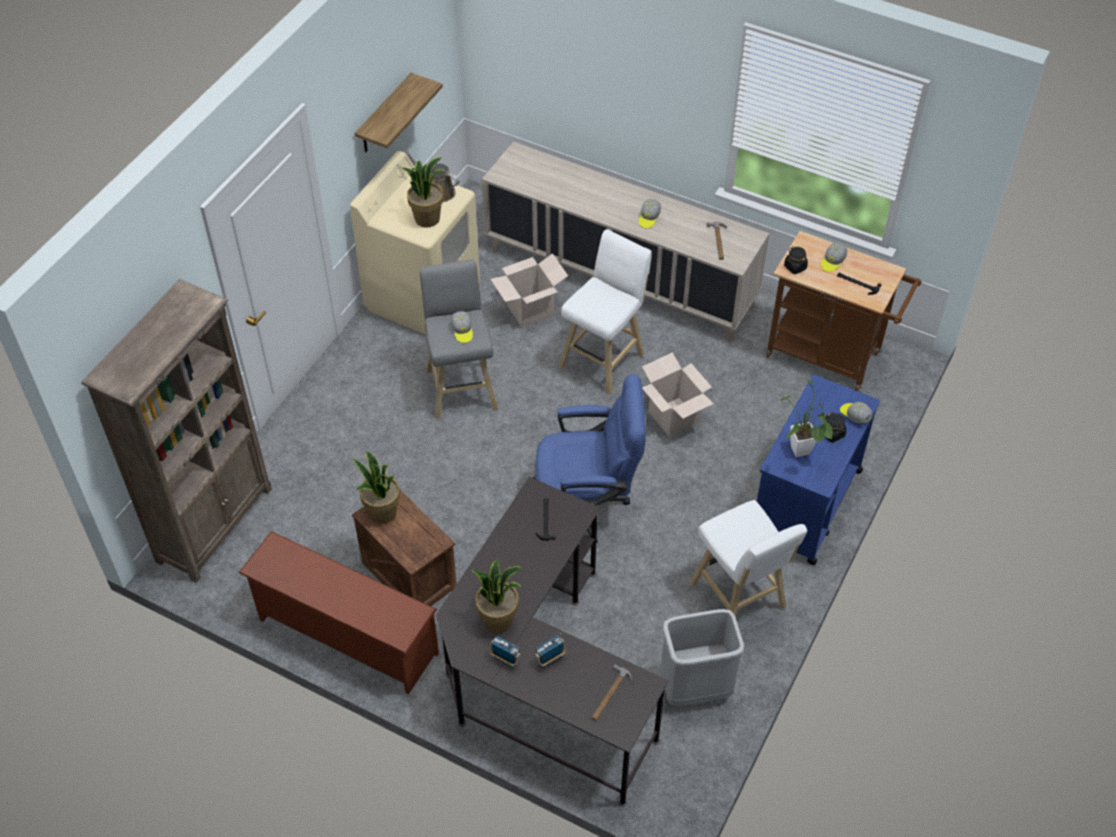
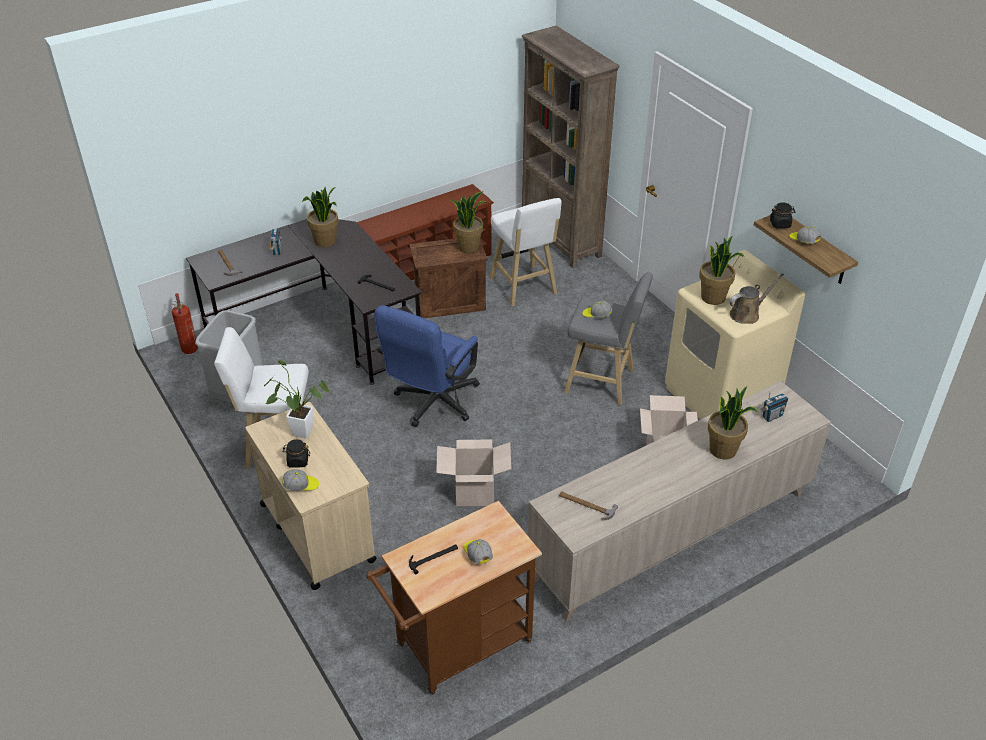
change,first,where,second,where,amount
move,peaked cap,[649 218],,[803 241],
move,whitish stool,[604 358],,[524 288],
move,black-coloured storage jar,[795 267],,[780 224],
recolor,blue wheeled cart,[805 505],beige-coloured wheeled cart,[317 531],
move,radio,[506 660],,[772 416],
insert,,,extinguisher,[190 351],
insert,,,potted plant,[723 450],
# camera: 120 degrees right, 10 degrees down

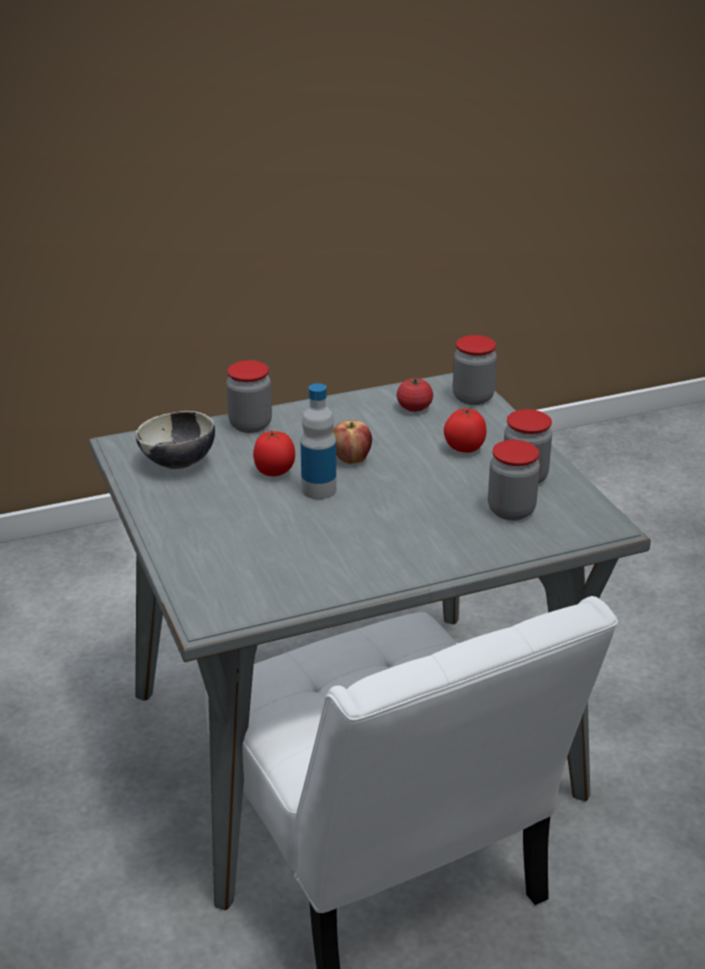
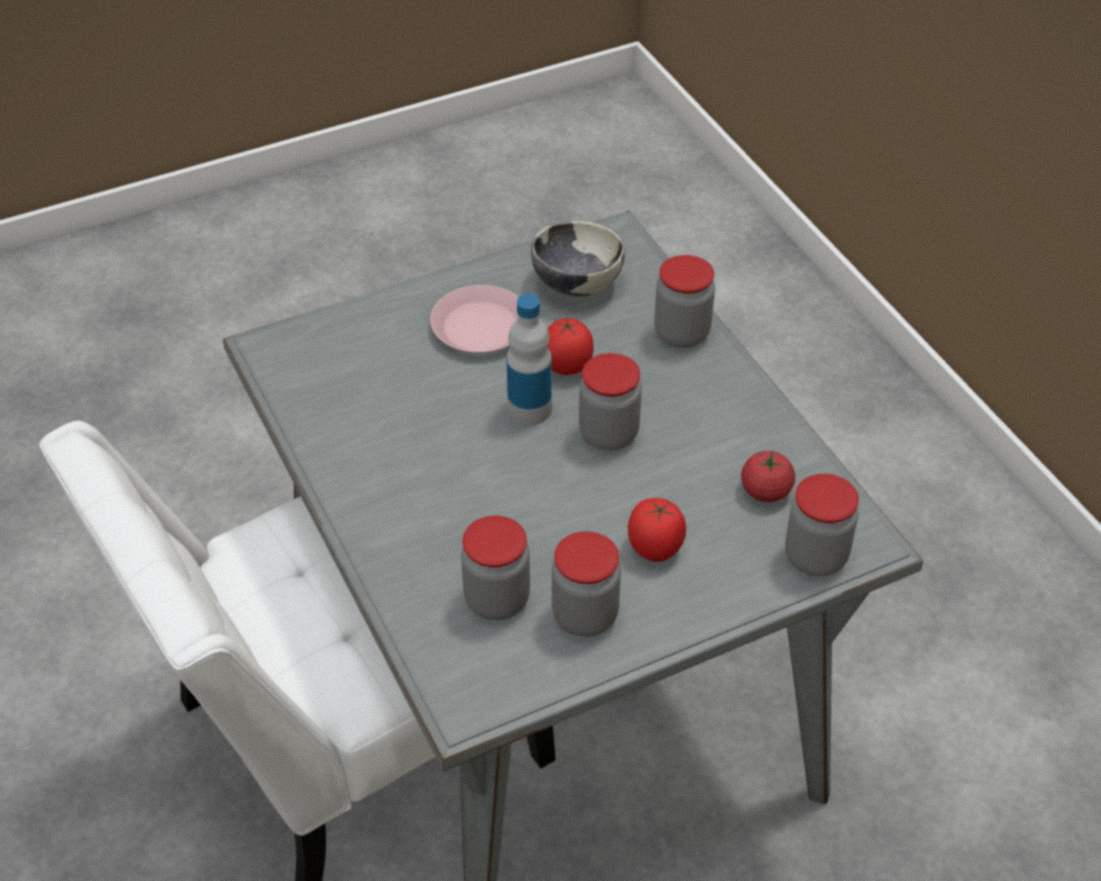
change,first,where,second,where,amount
replace,apple,[351 459],storage jar,[608 434],
insert,,,pink flat dish,[480 327],
# camera: 85 degrees right, 15 degrees up

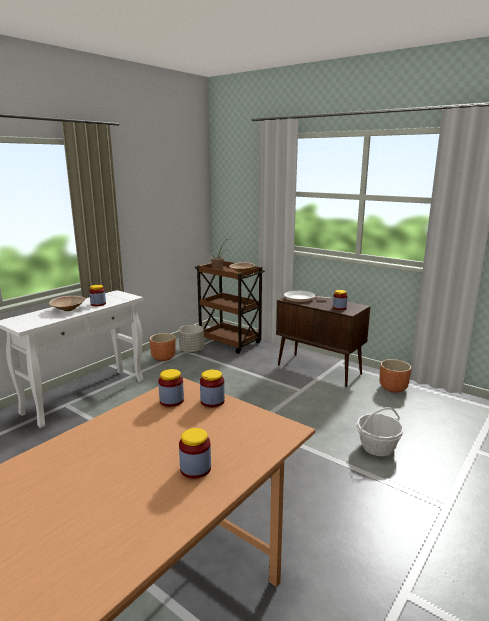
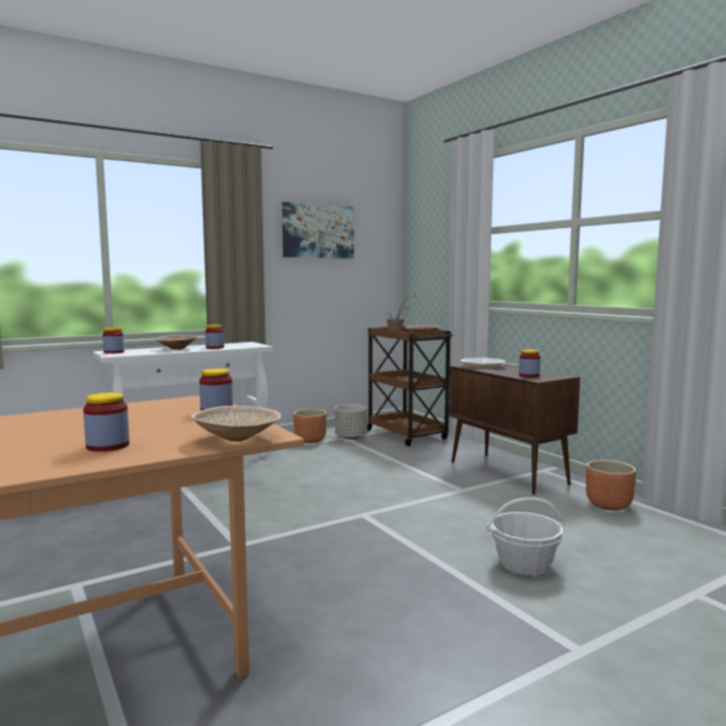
change,first,where,second,where,amount
move,storage jar,[171 401],,[114 352],
insert,,,wall picture,[318 231],
insert,,,beige-coloured serving bowl,[238 439],
# camera: 20 degrees right, 10 degrees down

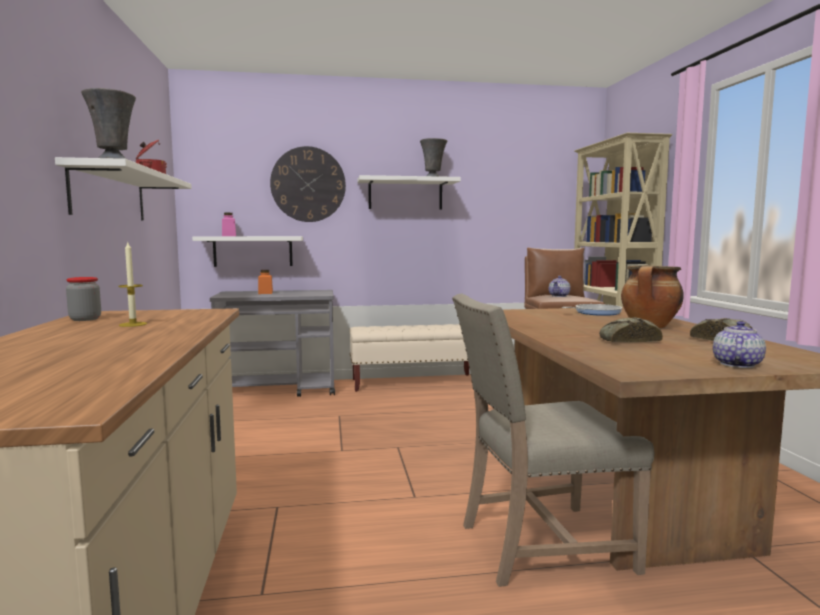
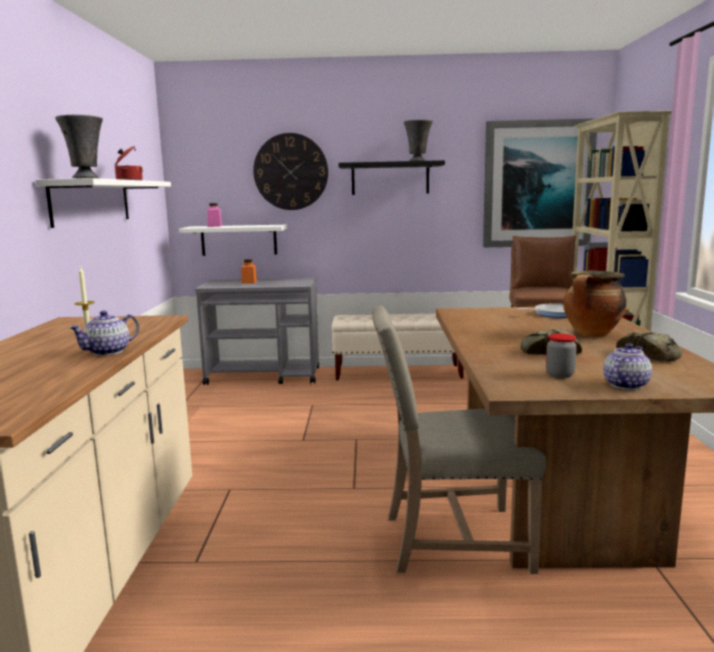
change,first,where,second,where,amount
recolor,whitish shelf,[405 194],black-coloured shelf,[390 178],
move,teapot,[559 296],,[108 351],
move,storage jar,[85 319],,[560 375],
insert,,,wall picture,[537 184],
# camera: 10 degrees right, 5 degrees up

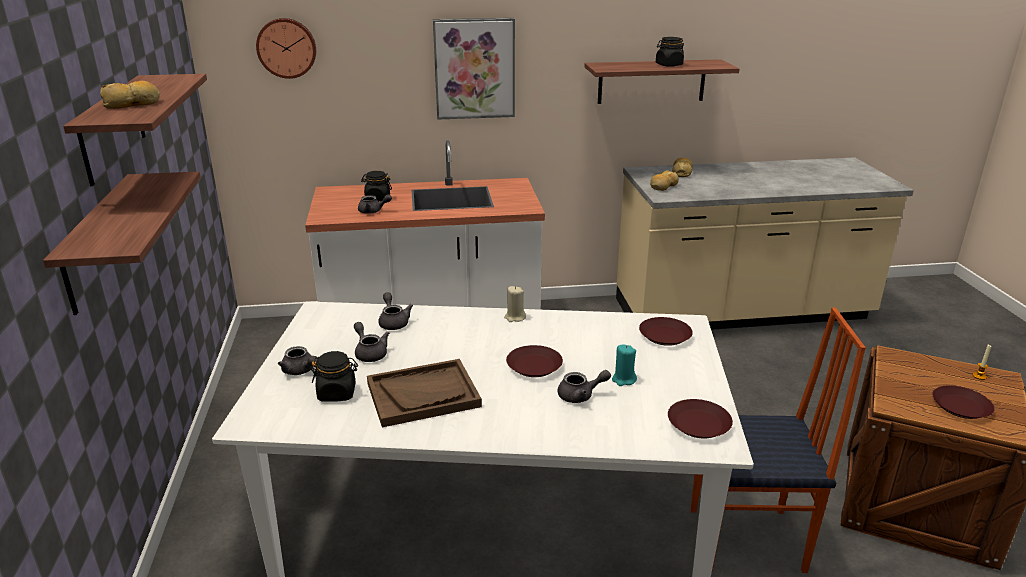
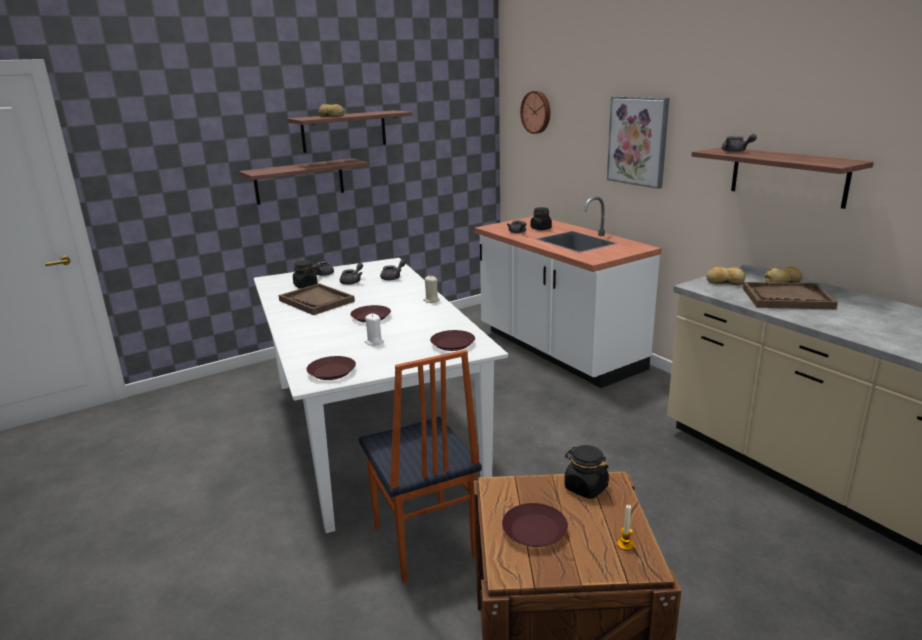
change,first,where,second,where,amount
move,black-coloured storage jar,[668 65],,[585 487],
recolor,turquoise wax candle,[623 380],whitish wax candle,[374 342],
move,greyish teapot,[580 396],,[736 151],
insert,,,brown-coloured carrying tray,[786 298],
# camera: 65 degrees right, 5 degrees down

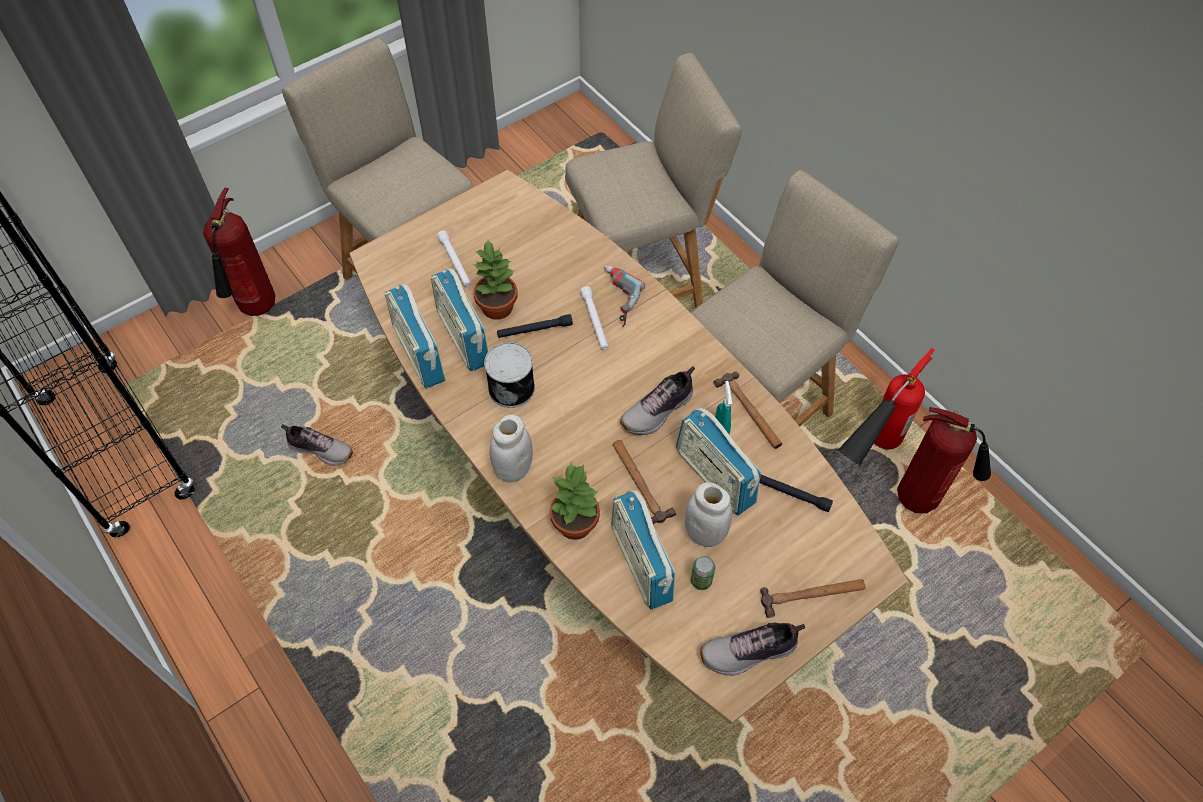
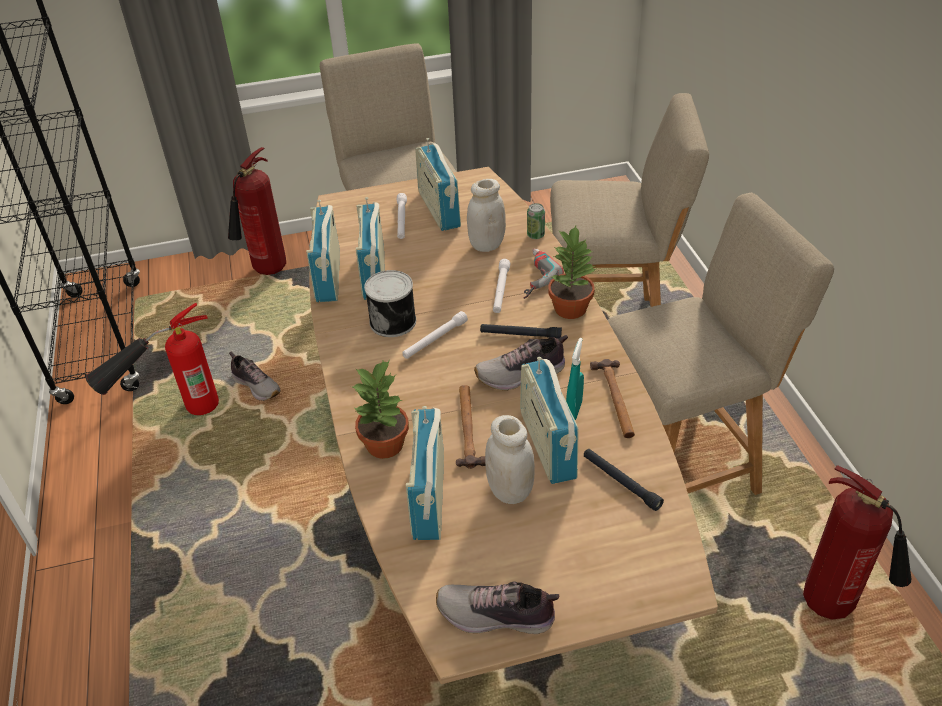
change,first,where,second,where,amount
move,potted plant,[496 307],,[570 308],
move,black-coloured torch,[534 330],,[520 335],
move,extinguisher,[867 456],,[171 415],
move,whitish storage jar,[513 469],,[486 245],
move,metal can,[701 581],,[535 235],
delete,hand hammer,[812 595],,,
insert,,,radio,[439 210],
insert,,,whitish torch,[435 340],
# camera: 25 degrees right, 15 degrees down

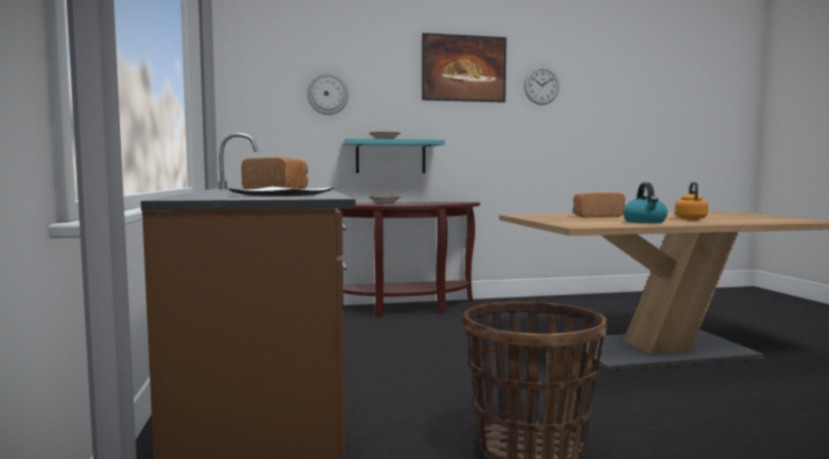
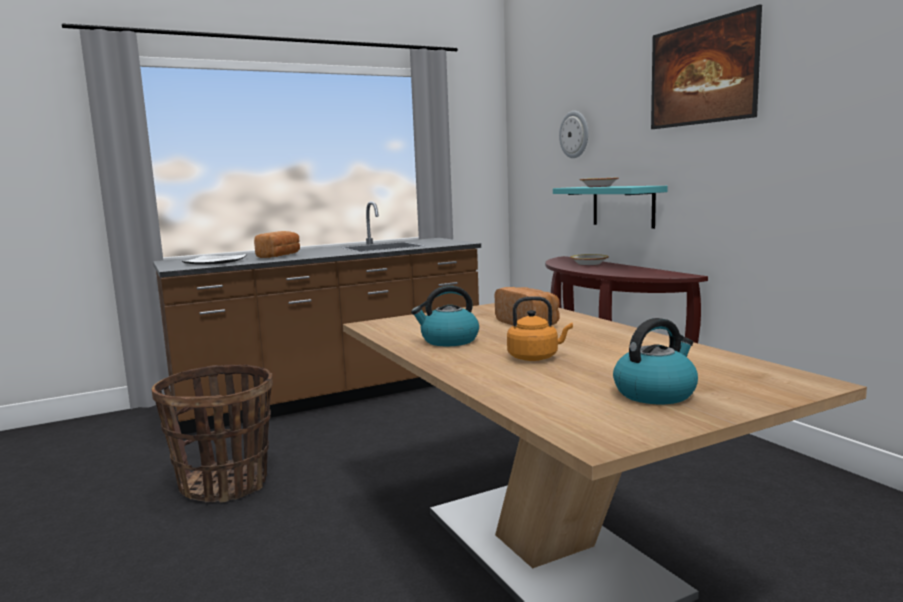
change,first,where,second,where,amount
delete,clock on the wall,[541 85],,,
insert,,,kettle,[655 393],
# camera: 75 degrees right, 5 degrees up

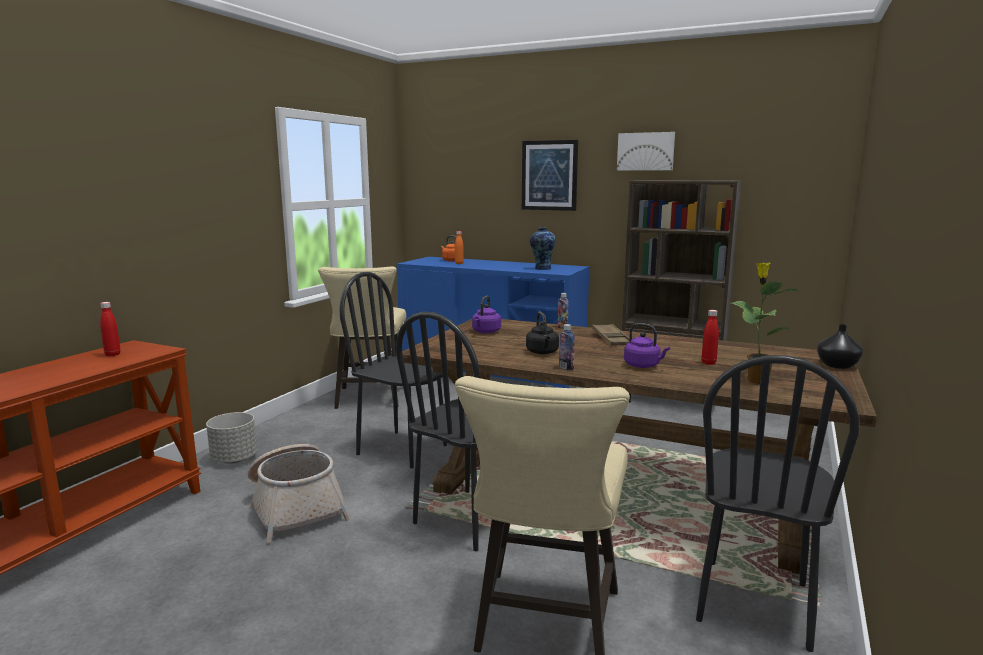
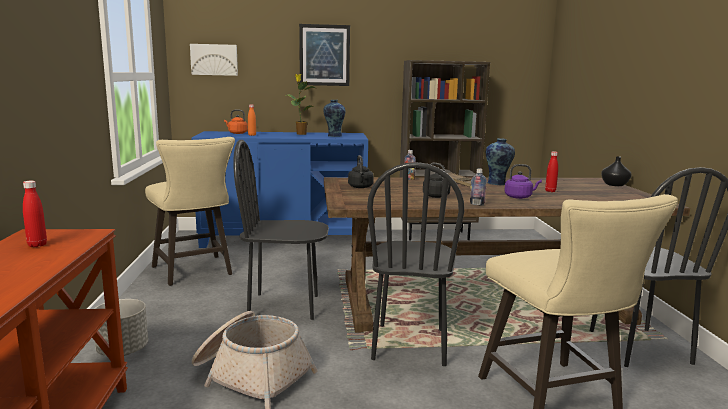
change,first,where,second,where,amount
move,wall picture,[645 151],,[214 59],
move,potted plant,[756 380],,[300 134],
recolor,purple-coloured kettle,[485 332],black-coloured kettle,[360 187],
insert,,,flower vase,[497 183],
# camera: 30 degrees left, 0 degrees up

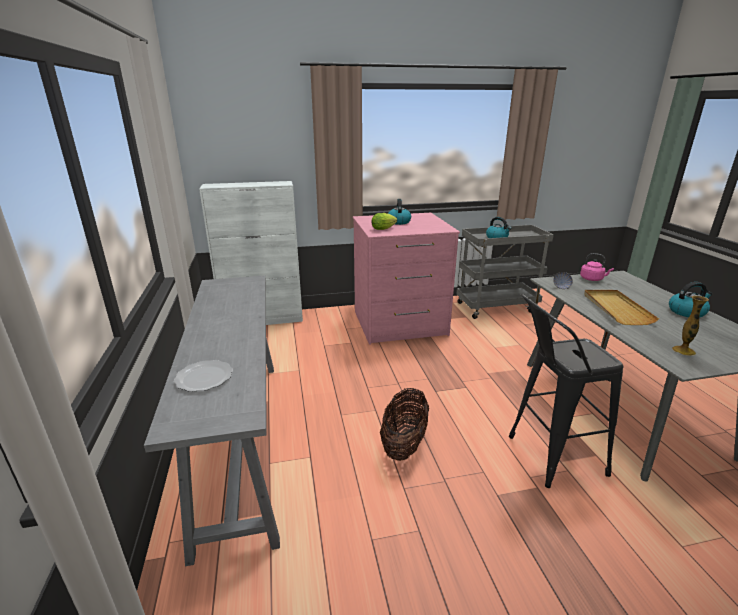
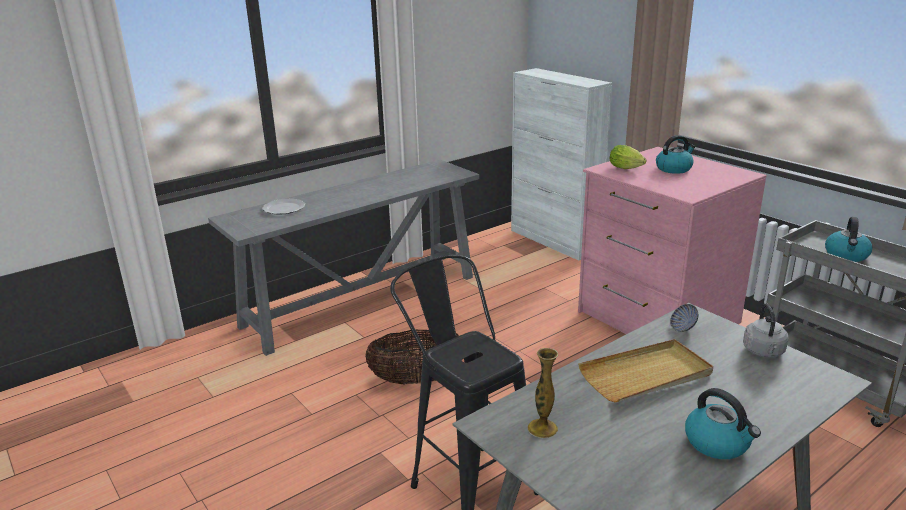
change,first,where,second,where,amount
recolor,pink kettle,[592 279],greyish kettle,[764 352],
# camera: 65 degrees right, 0 degrees up

